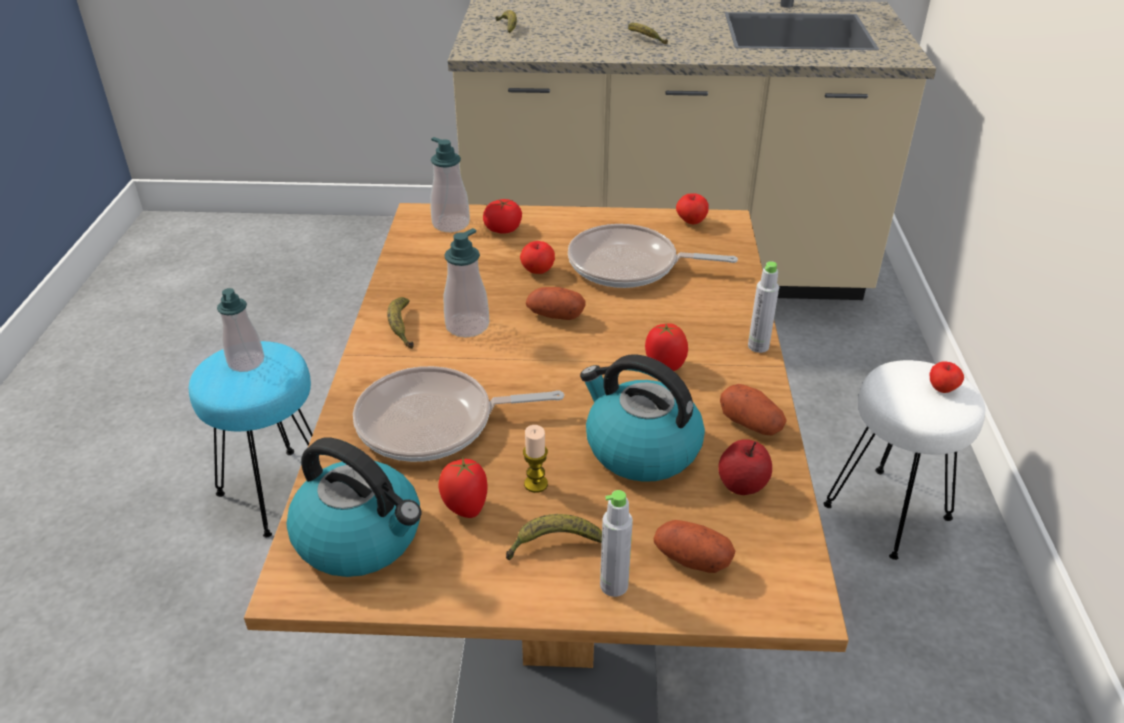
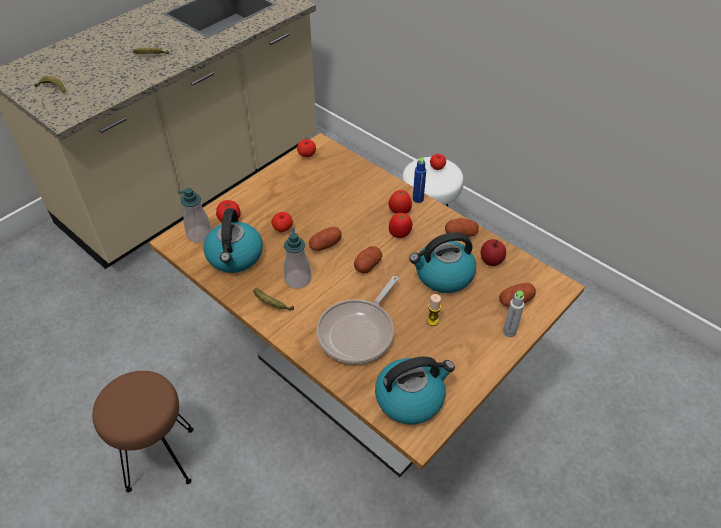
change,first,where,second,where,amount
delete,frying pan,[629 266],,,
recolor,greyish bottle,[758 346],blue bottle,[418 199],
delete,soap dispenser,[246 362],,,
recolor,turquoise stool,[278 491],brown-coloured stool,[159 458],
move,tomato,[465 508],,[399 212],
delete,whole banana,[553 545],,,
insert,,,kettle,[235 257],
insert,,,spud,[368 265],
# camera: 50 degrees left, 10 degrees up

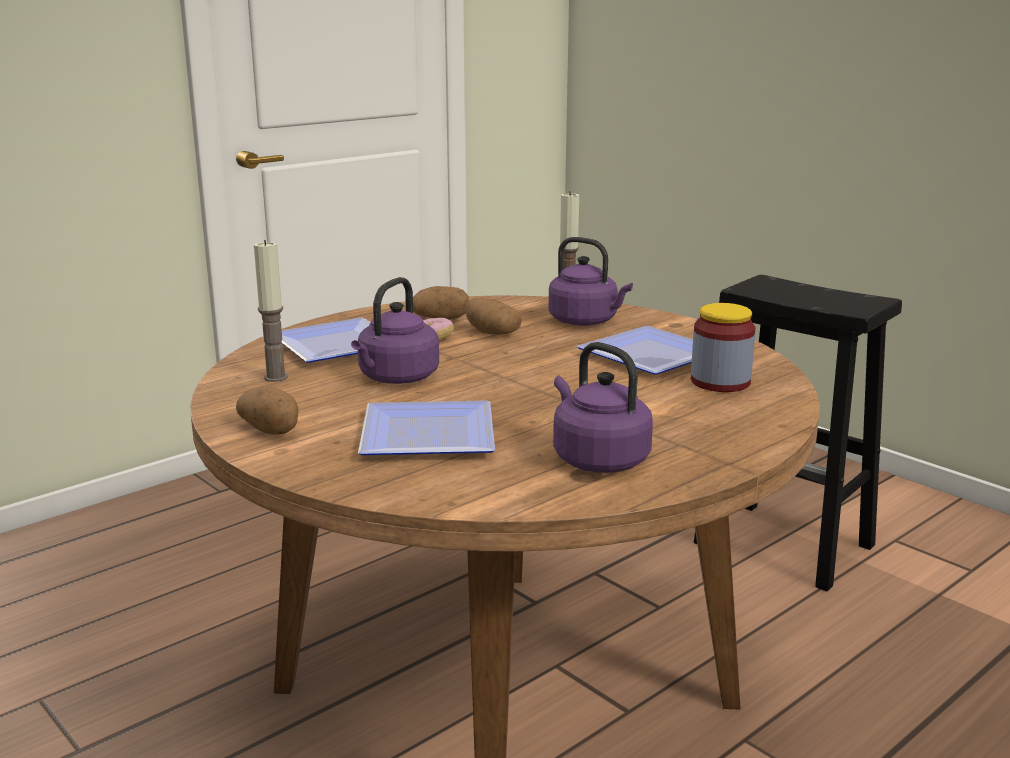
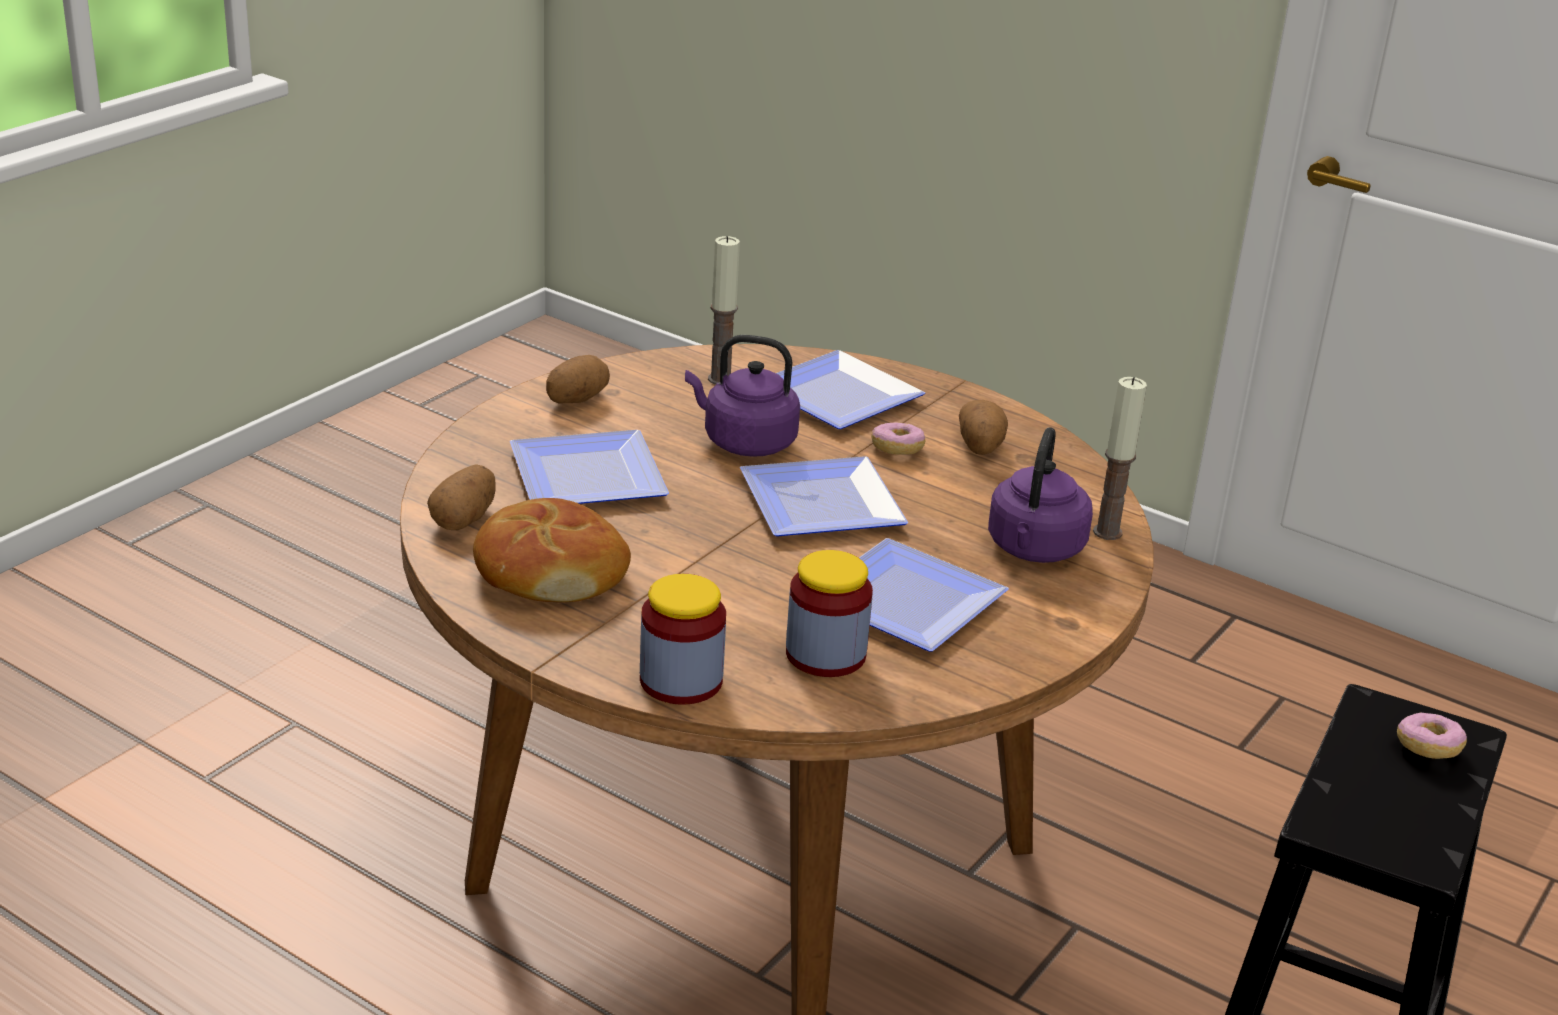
change,first,where,second,where,amount
move,spud,[491 333],,[464 519],
replace,purple-coloured kettle,[597 459],bakery bread,[549 572],
insert,,,flat dish,[827 506],
insert,,,storage jar,[681 681],
insert,,,ring doughnut,[1428 748],
# camera: 75 degrees right, 10 degrees up

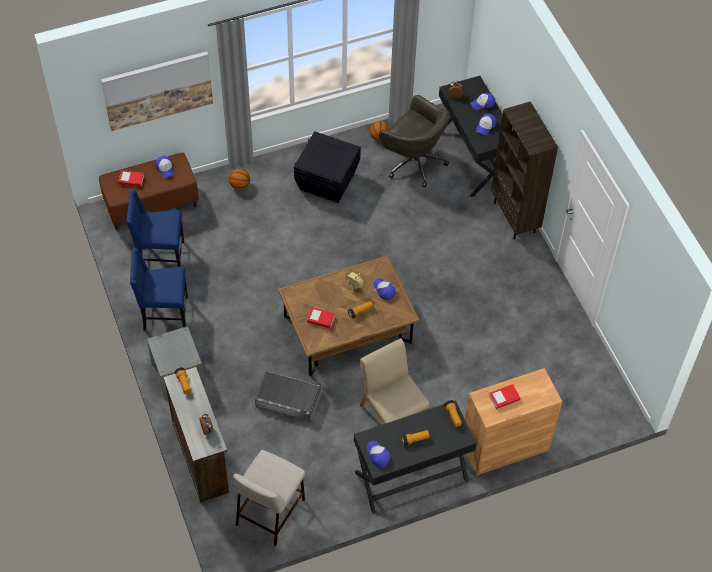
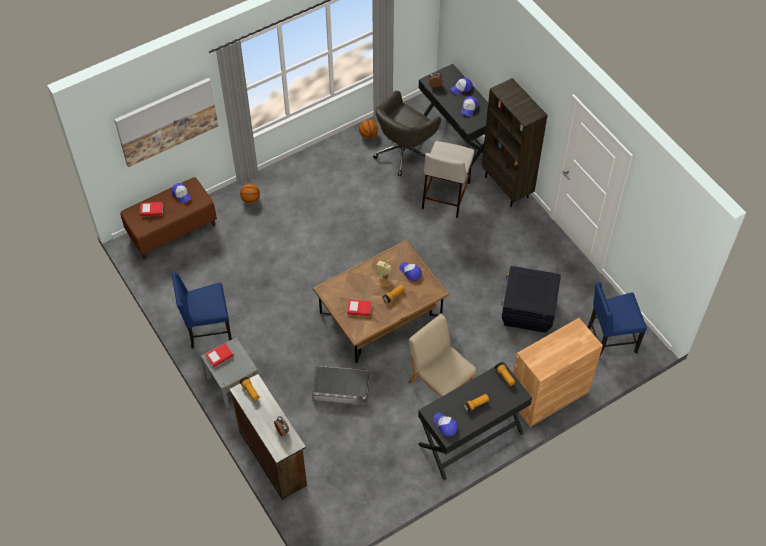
change,first,where,second,where,amount
rotate,greyish desk chair,[413 162],,[404 152],105 degrees clockwise
move,black-coloured storage bin,[326 181],,[527 312],
move,blue chair,[160 257],,[610 340],
move,volume,[504 398],,[219 356],
move,beige-coloured stool,[270 511],,[446 195],
# camera: 10 degrees left, 0 degrees up

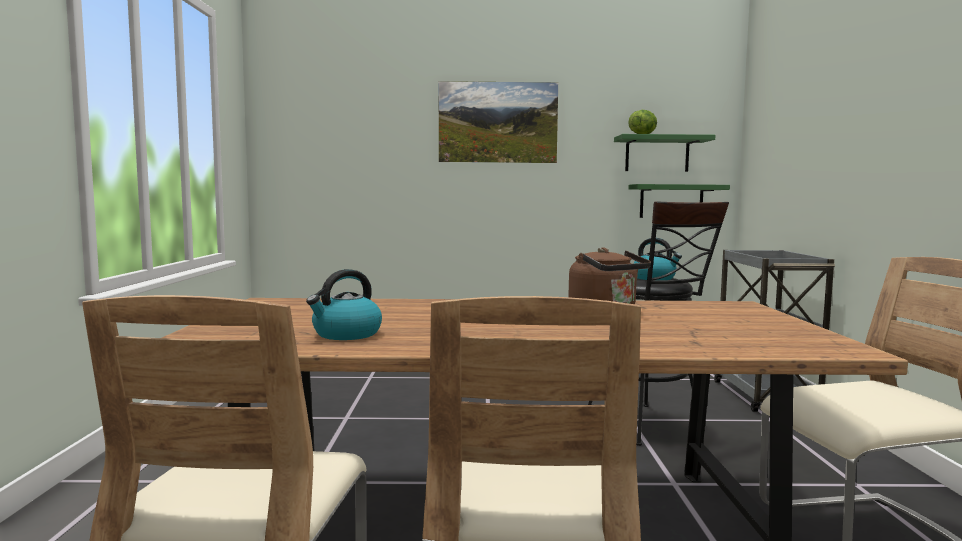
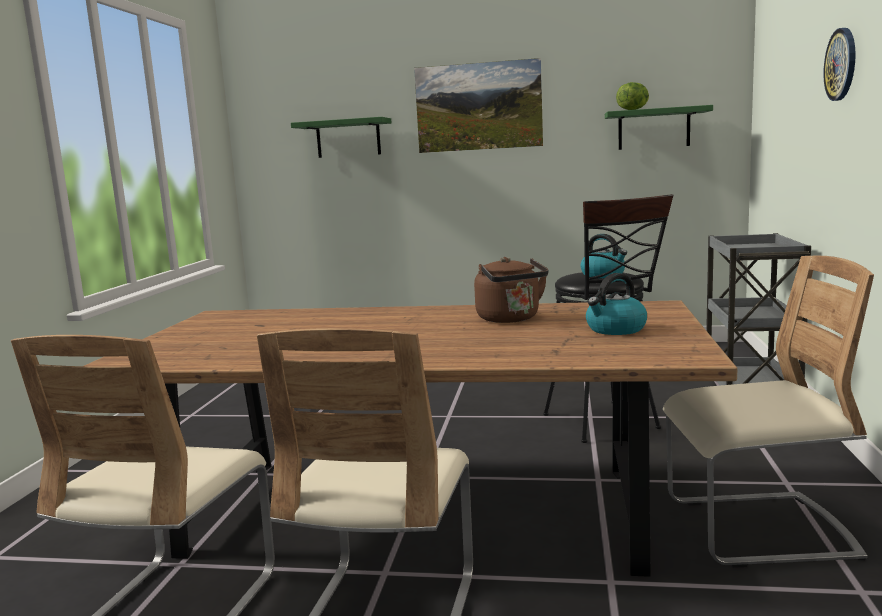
change,first,where,second,where,amount
move,greenish shelf,[671 201],,[348 138],
move,kettle,[346 334],,[615 329],
insert,,,clock on the wall,[841 64],
# camera: 10 degrees right, 5 degrees up

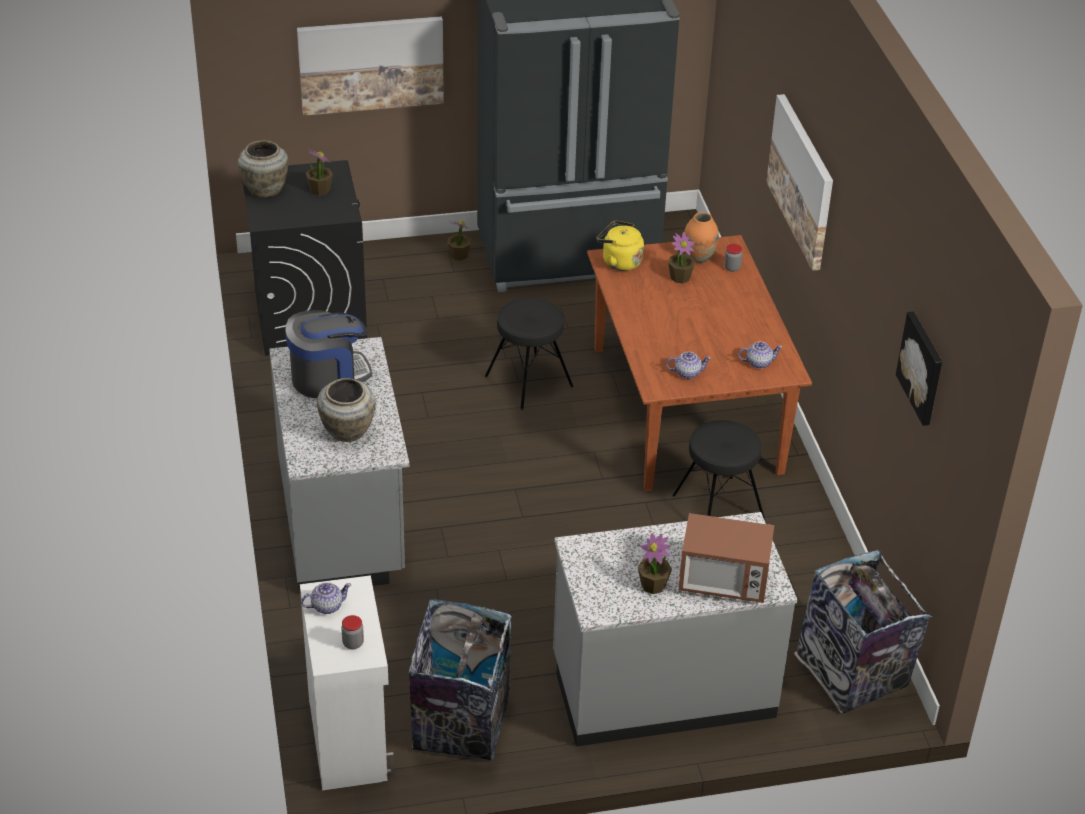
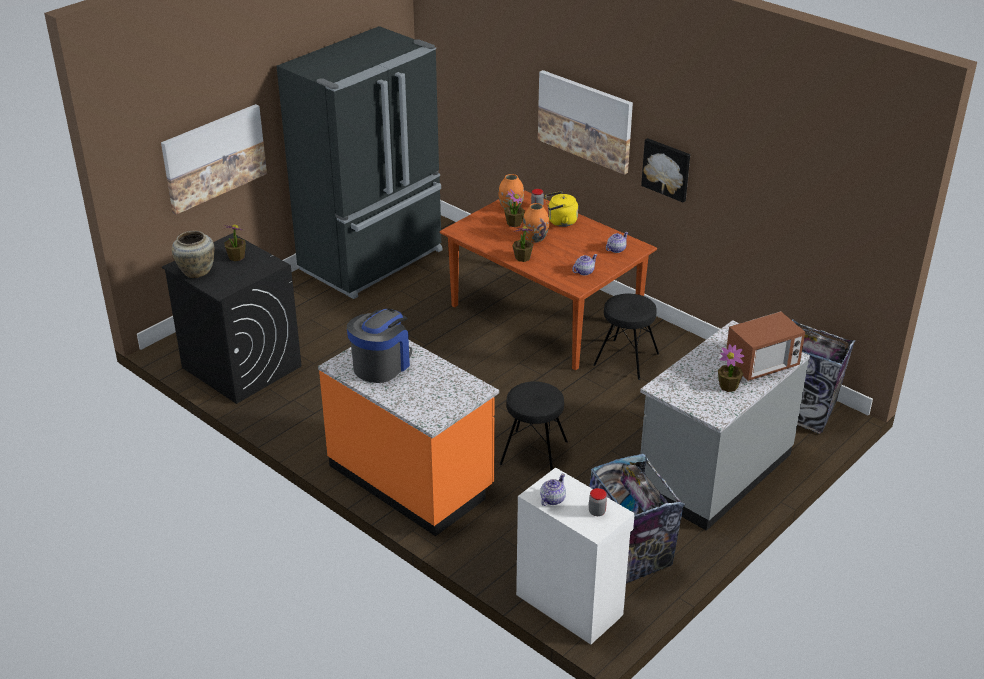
change,first,where,second,where,amount
move,potted plant,[459 255],,[522 258],
move,yellowish kettle,[619 261],,[560 221],
move,black-coloured stool,[529 381],,[534 453],
move,wall picture,[922 367],,[667 169],
recolor,greyish kitchen counter,[343 522],orangey kitchen counter,[412 478],
delete,beige-coloured flower vase,[347 432],,,
insert,,,orangey flower vase,[535 238],
# camera: 35 degrees left, 5 degrees down

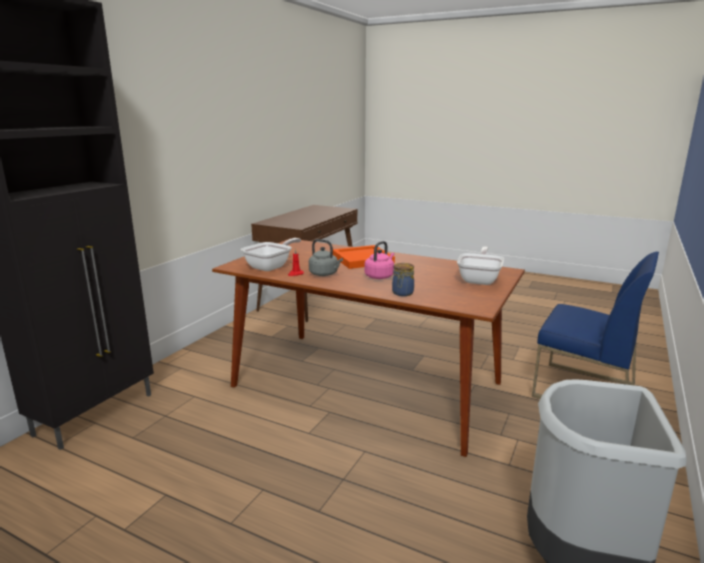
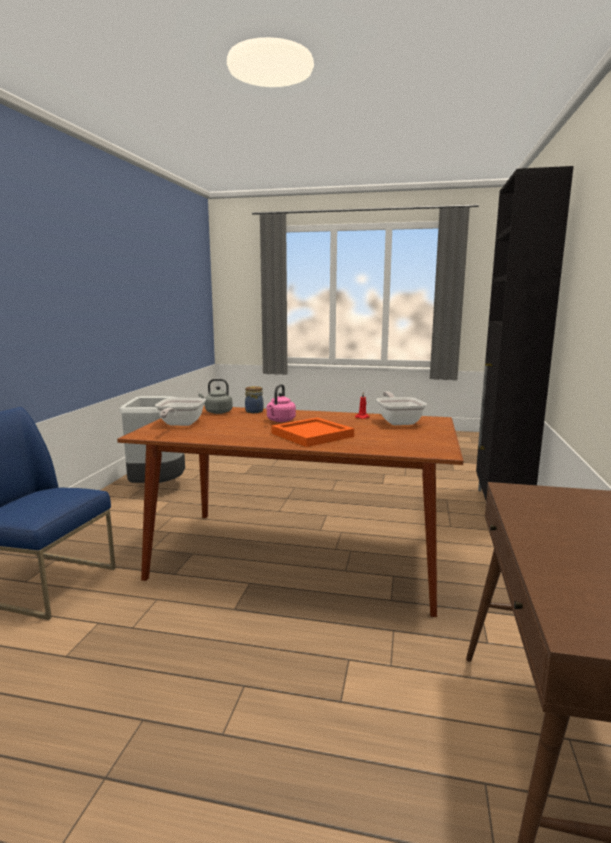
change,first,where,second,where,amount
rotate,frying pan,[271 266],,[398 421],150 degrees clockwise
move,greyish kettle,[325 274],,[217 412],
# camera: 165 degrees right, 5 degrees down

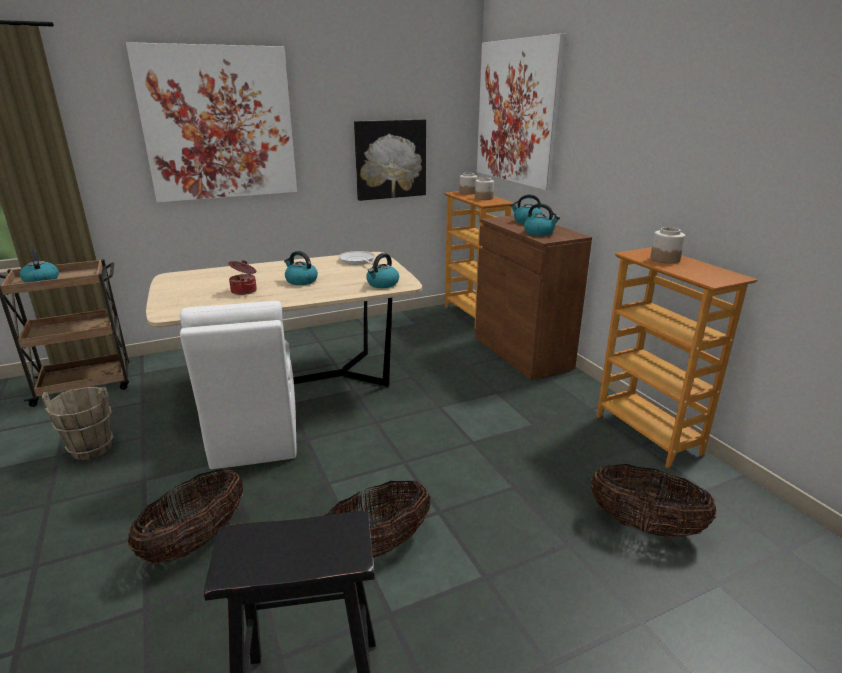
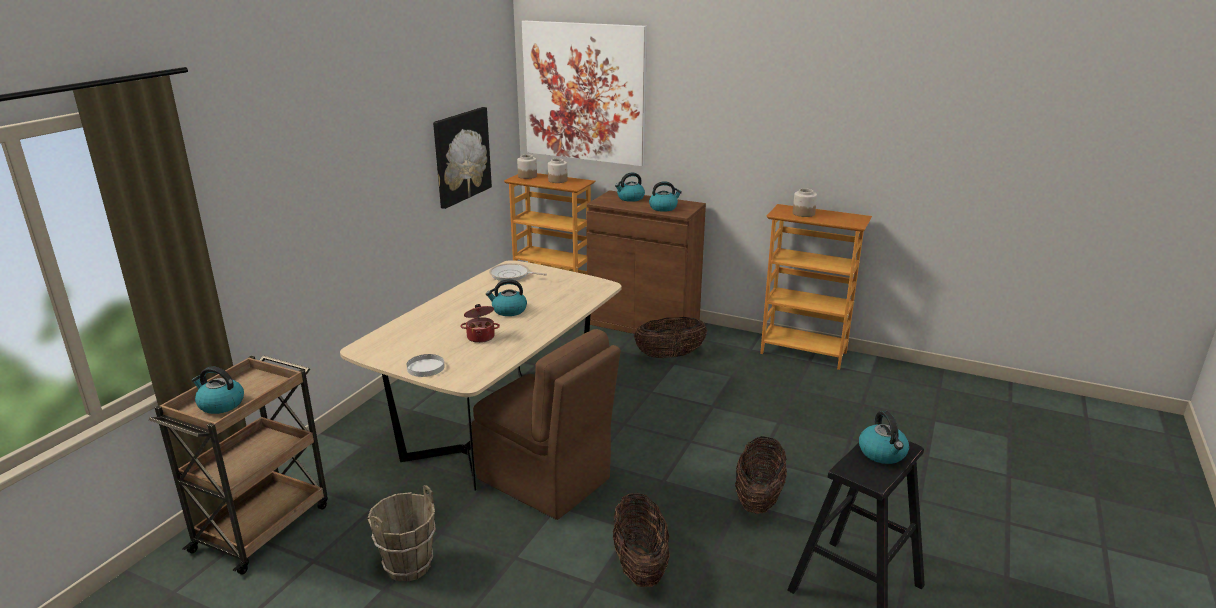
change,first,where,second,where,amount
delete,wall picture,[219 124],,,
move,kettle,[382 284],,[882 453],
recolor,whitish chair,[254 436],brown-coloured chair,[546 480],
move,household basket,[644 526],,[670 356],
insert,,,whitish flat dish,[425 367],
# camera: 40 degrees left, 0 degrees up

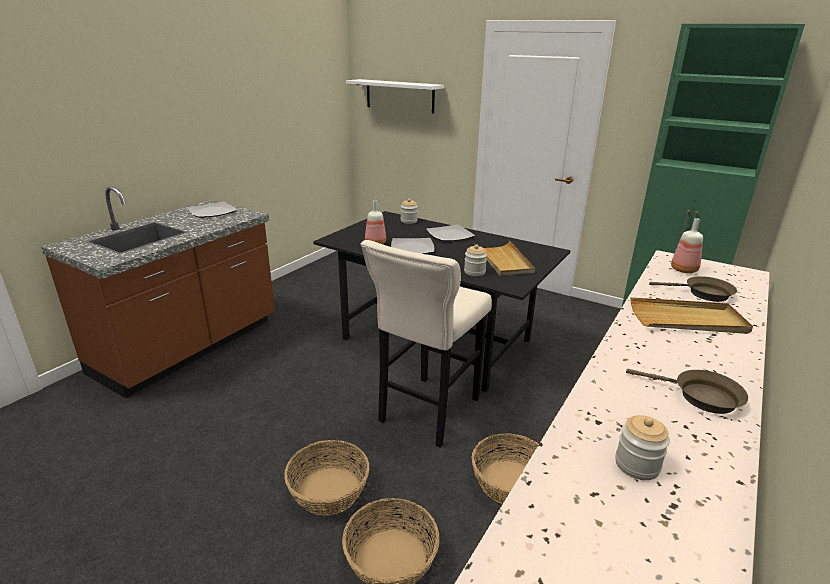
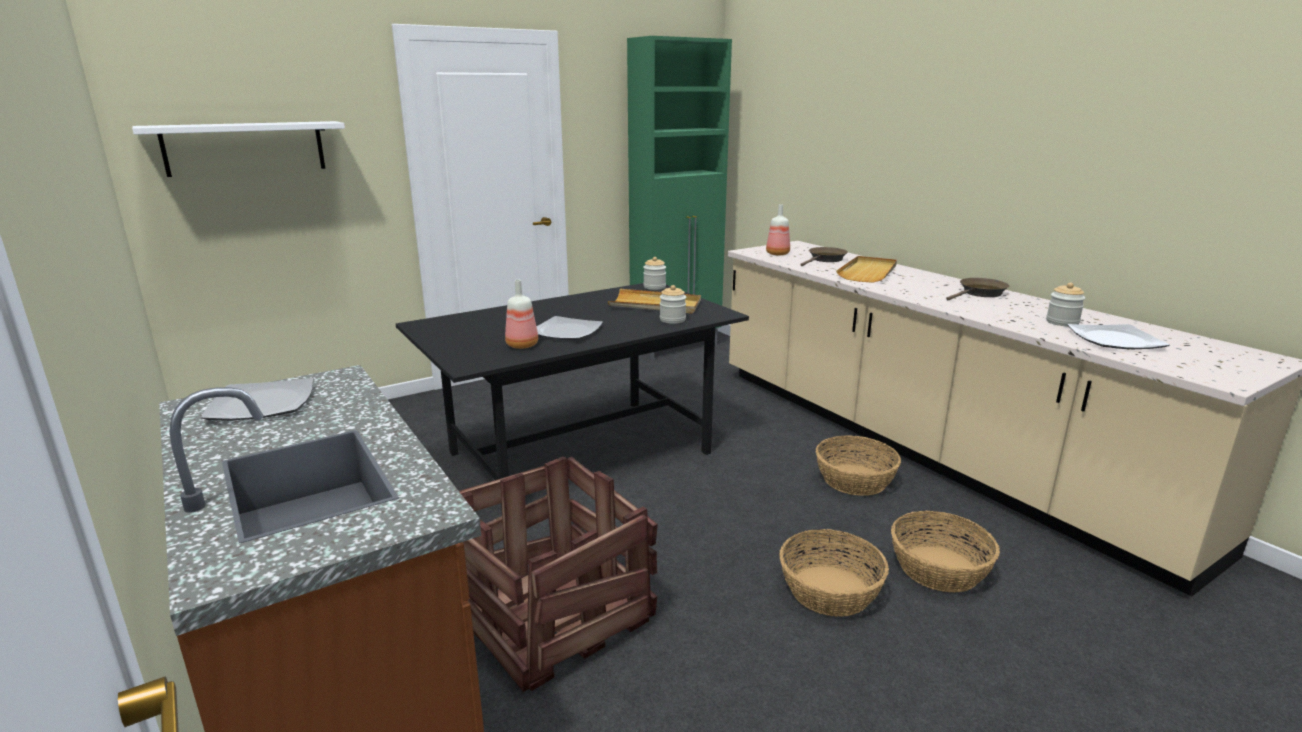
change,first,where,second,where,amount
move,storage jar,[409 221],,[654 287],
move,flat dish,[450 235],,[1114 340],
delete,beige-coloured stool,[427 413],,,
insert,,,shipping crate,[550 617],
# camera: 65 degrees left, 5 degrees down

